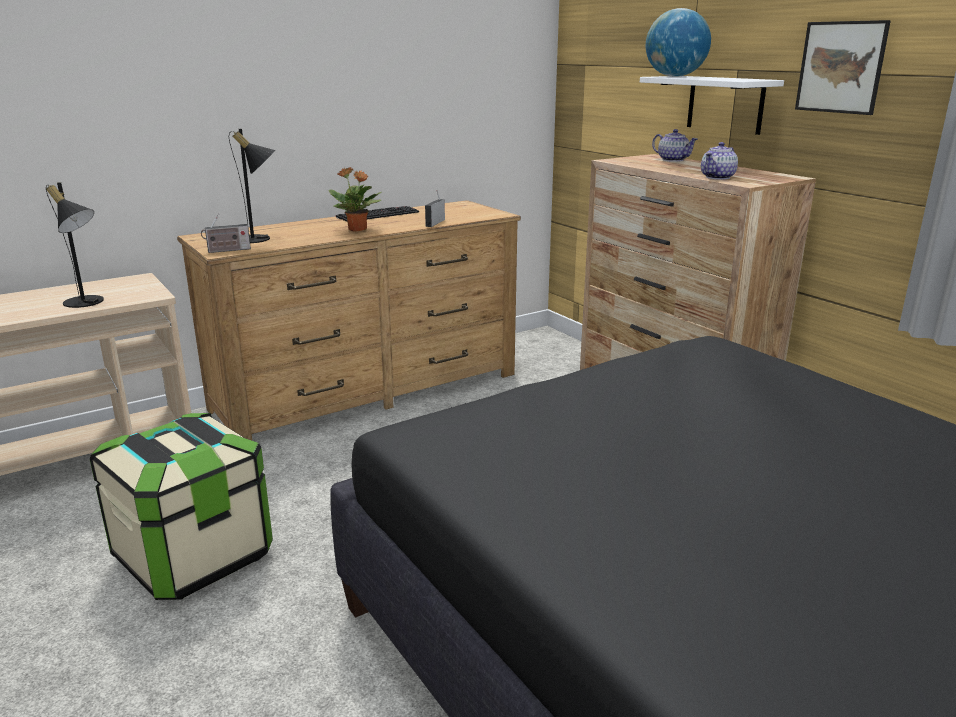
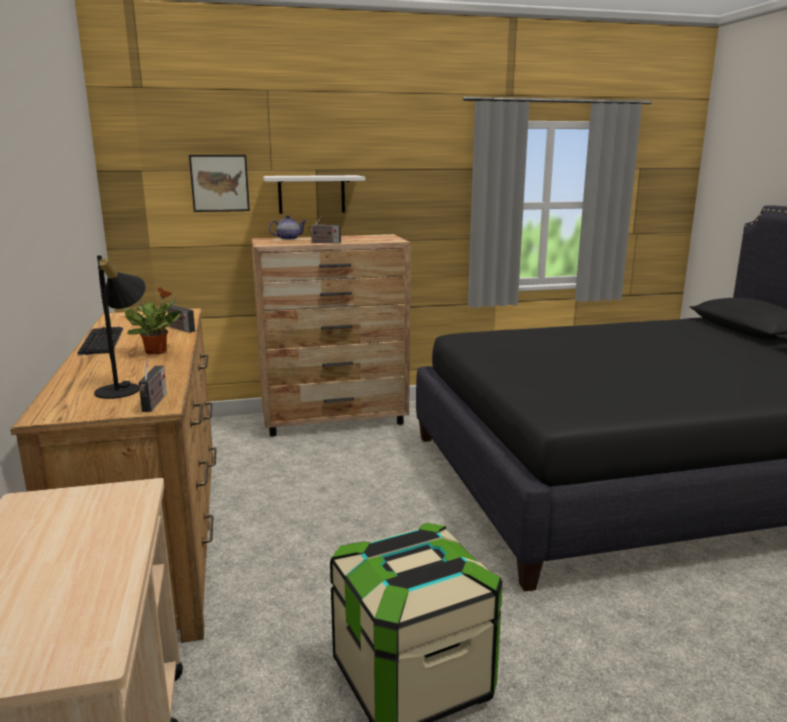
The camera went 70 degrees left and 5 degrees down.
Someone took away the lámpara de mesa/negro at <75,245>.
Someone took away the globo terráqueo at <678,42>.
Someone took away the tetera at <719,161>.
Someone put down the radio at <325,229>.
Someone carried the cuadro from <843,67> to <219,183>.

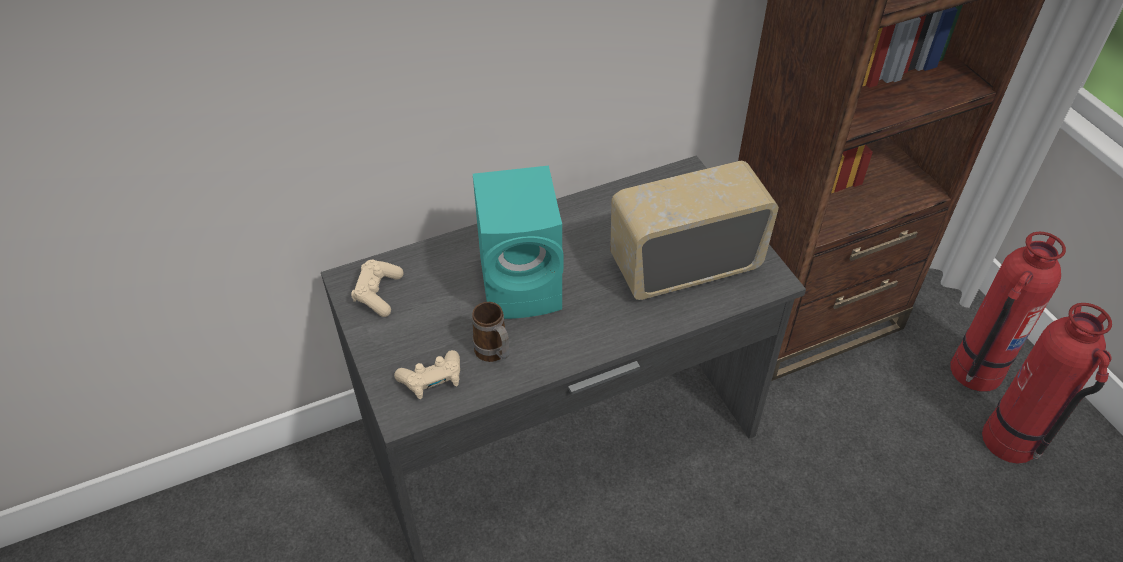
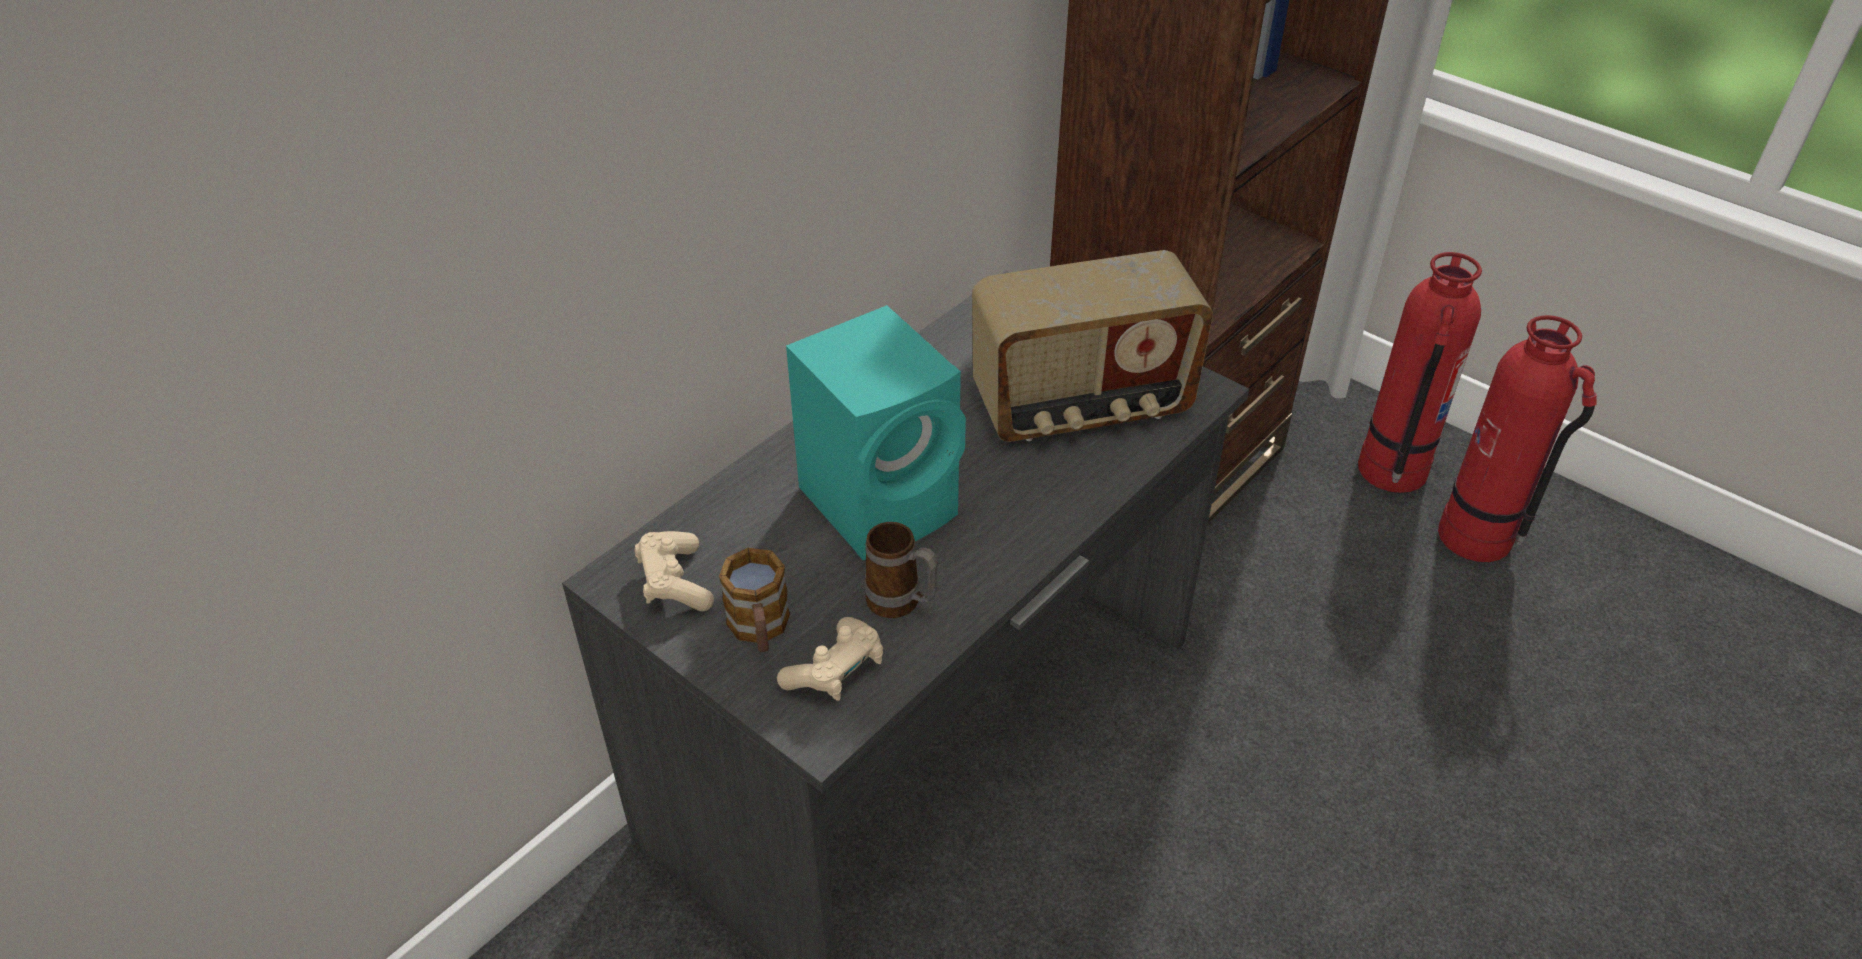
The camera went 25 degrees left and 5 degrees down.
Someone put down the taza grande at <754,600>.
Someone rotated the radio at <694,230> by 150 degrees counterclockwise.

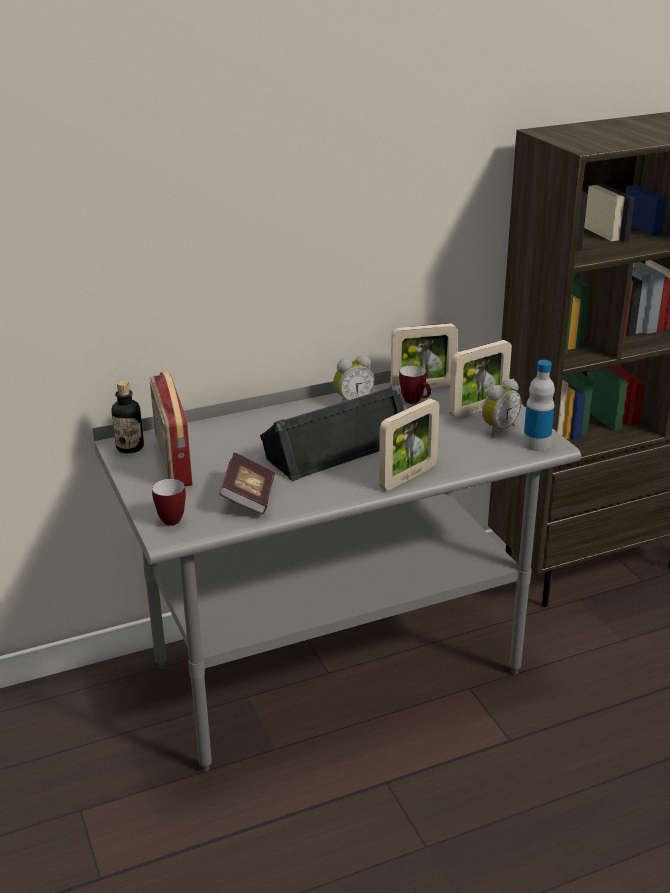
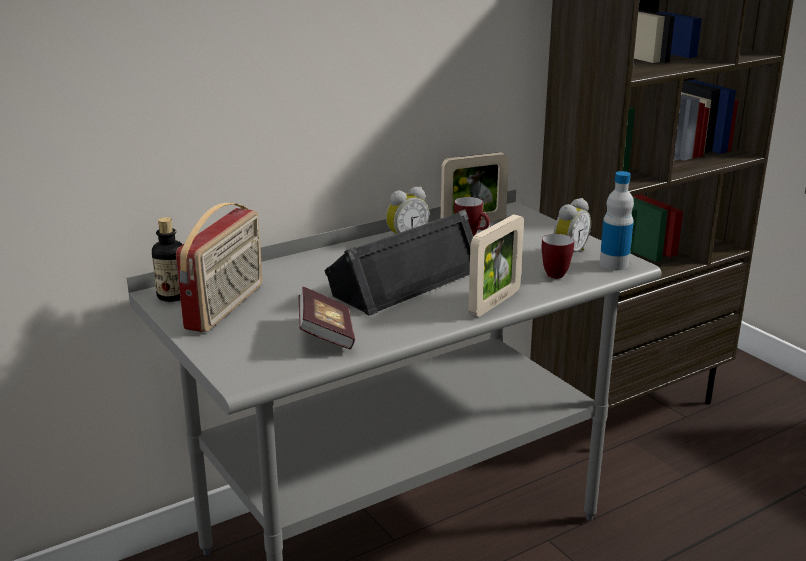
The camera went 10 degrees left and 5 degrees down.
Someone took away the portarretratos at <480,379>.
Someone carried the taza grande from <169,502> to <557,256>.
Someone rotated the radio at <171,428> by 135 degrees counterclockwise.

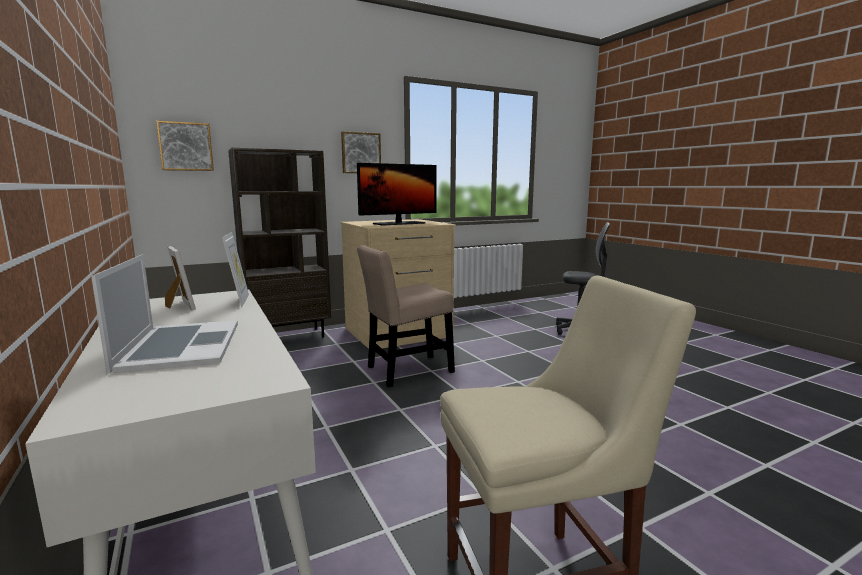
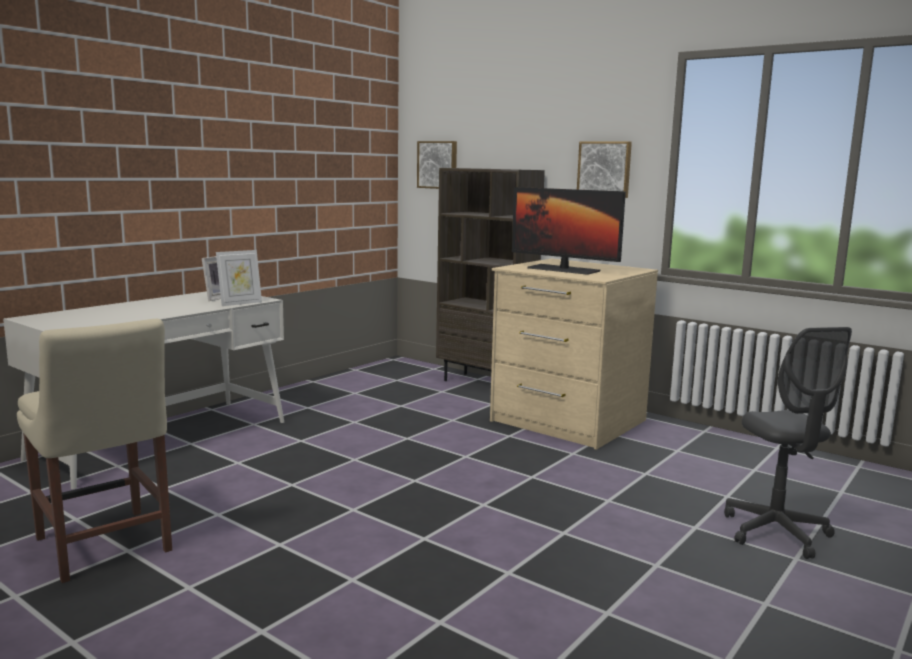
The camera went 65 degrees right and 0 degrees up.
Someone took away the portátil at <164,313>.
Someone took away the silla/beis at <406,316>.

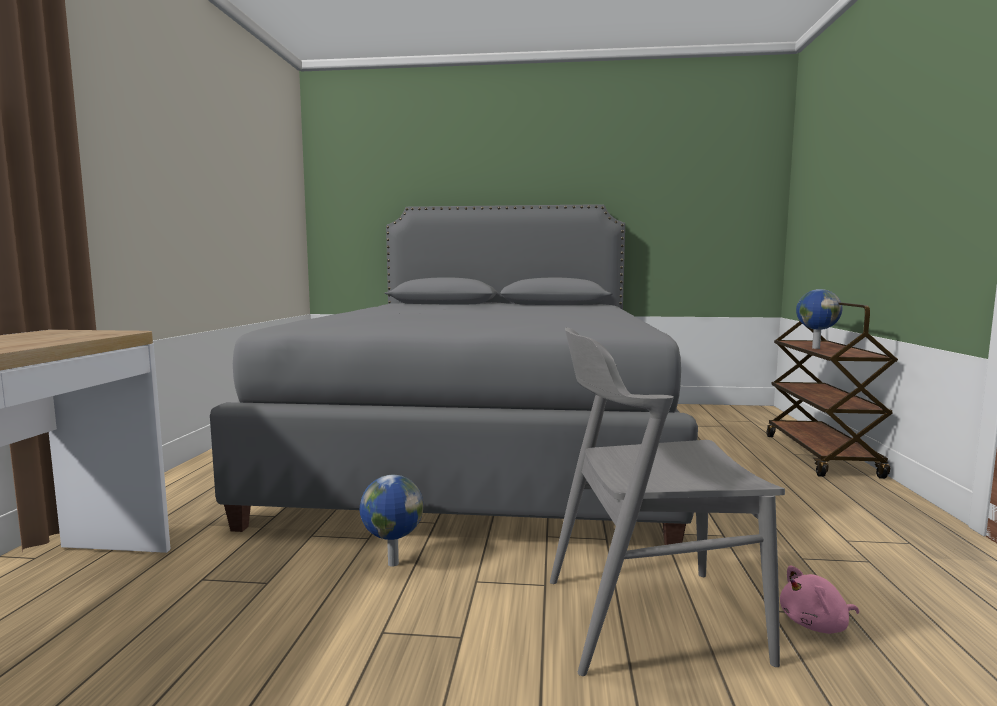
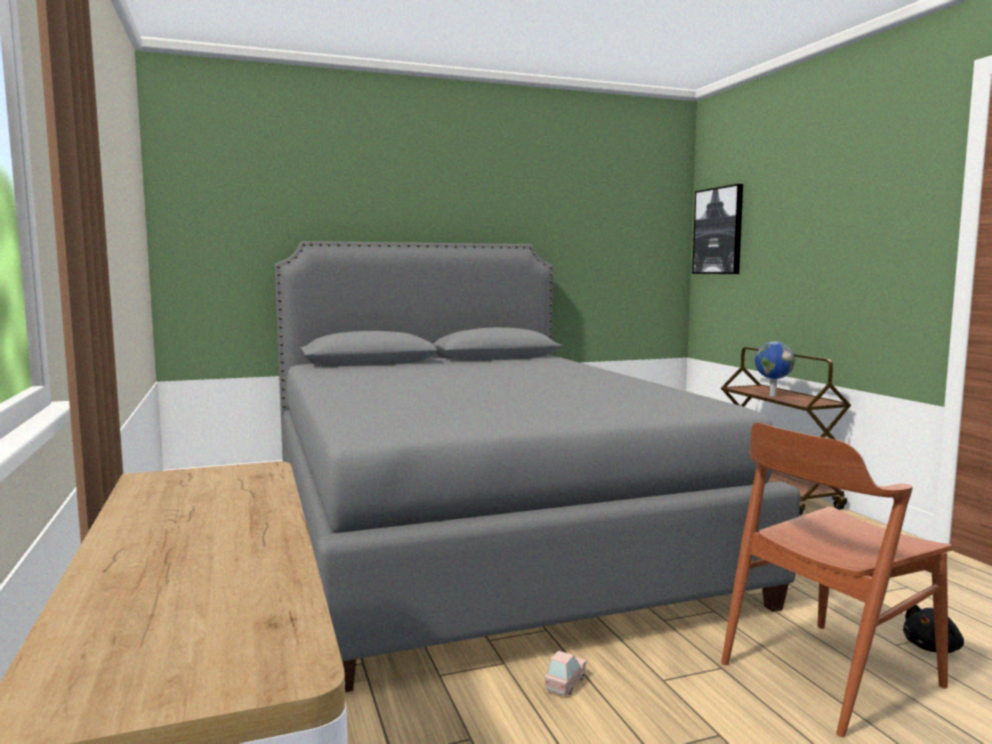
The camera went 25 degrees left and 0 degrees up.
Someone put up the cuadro at <717,229>.
Someone swapped the globo terráqueo at <391,521> for the coche de juguete/rosa at <565,673>.
Someone repainted the silla/gris at <667,502>, which became the silla/marrón at <836,580>.
Someone repainted the peluche/rosa at <819,600>, which became the peluche/negro at <933,629>.

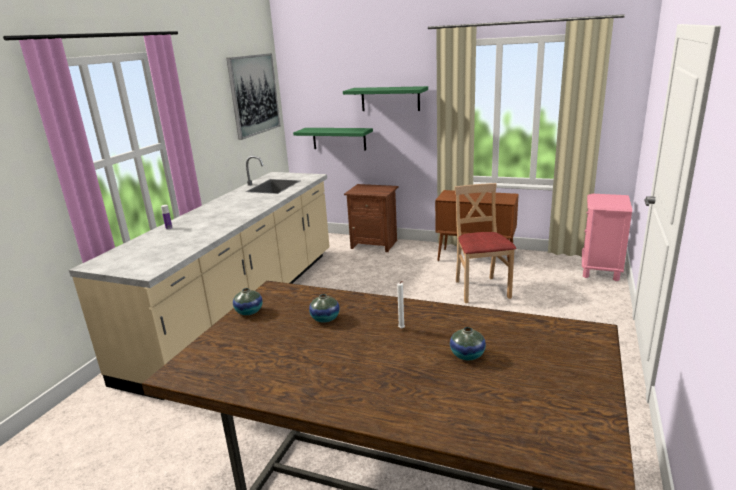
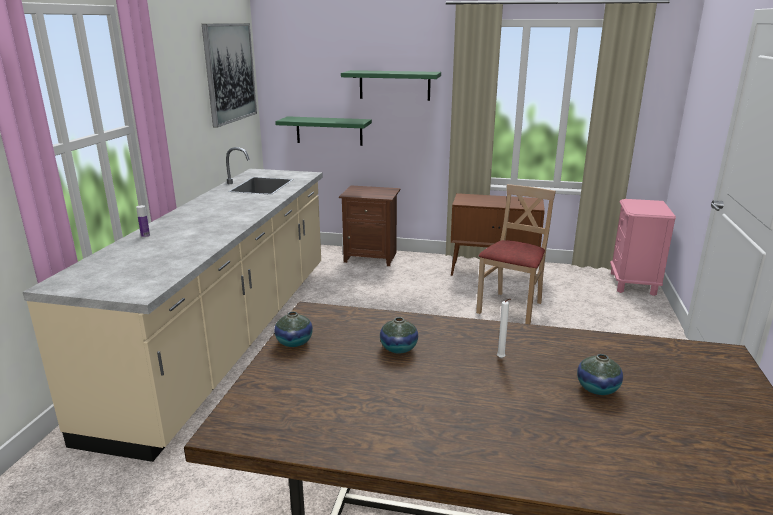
The camera went 10 degrees left and 0 degrees up.
Someone rotated the silla/beis at <485,243> by 45 degrees clockwise.

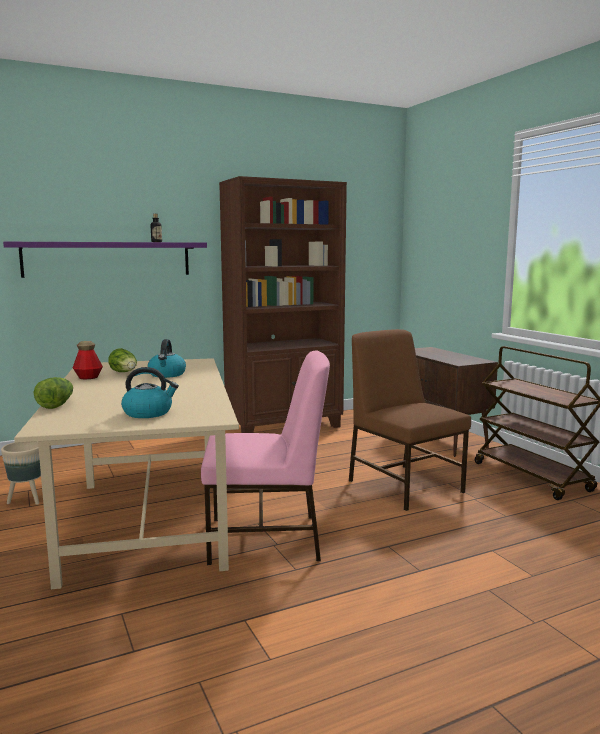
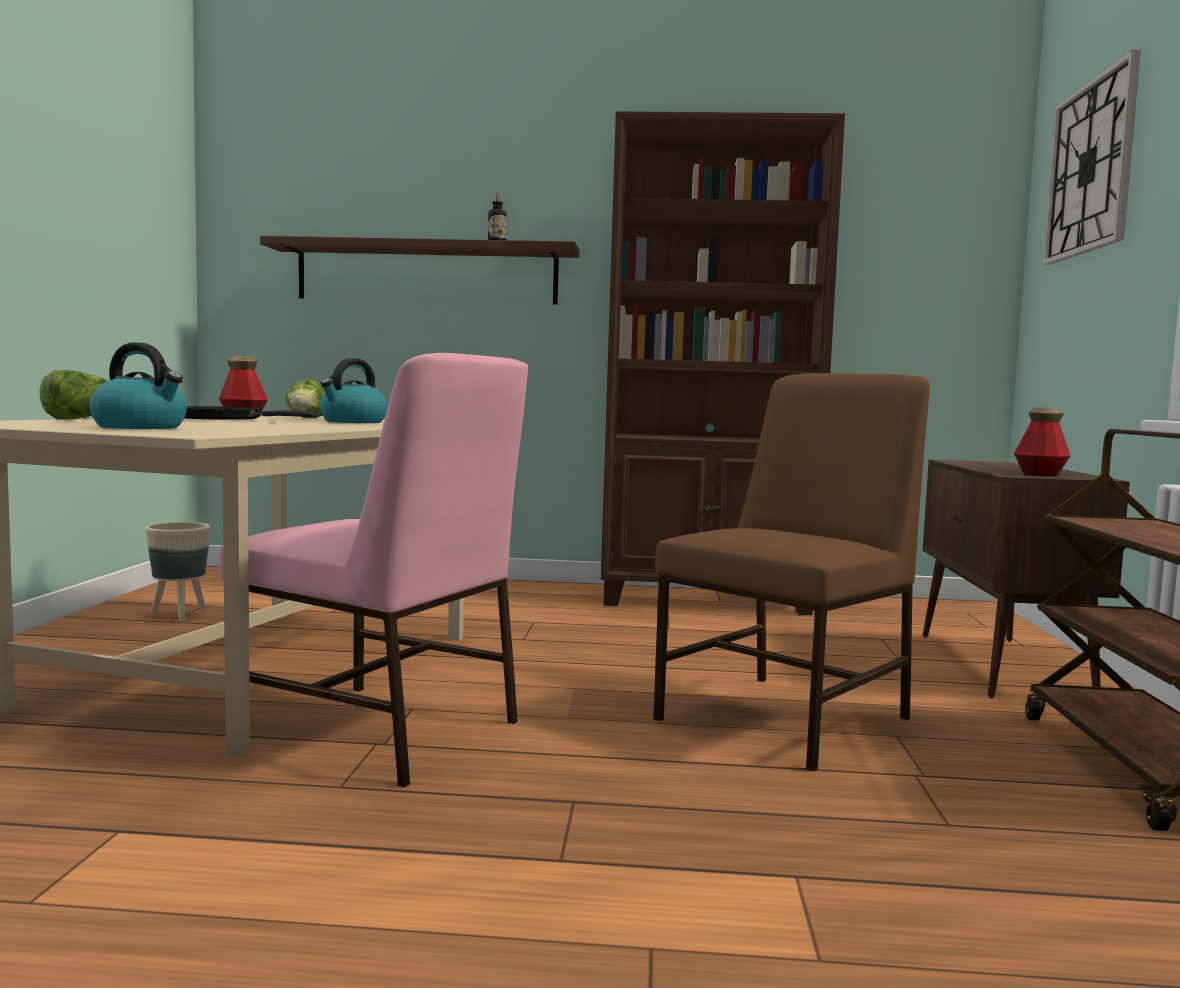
The camera went 30 degrees right and 5 degrees down.
Someone put down the sartén/negro at <250,413>.
Someone put down the botella at <1042,441>.
Someone put up the reloj de pared at <1092,157>.
Someone repainted the estante/morado at <105,260>, which became the estante/marrón at <419,270>.
Someone rotated the silla/marrón at <410,420> by 45 degrees clockwise.

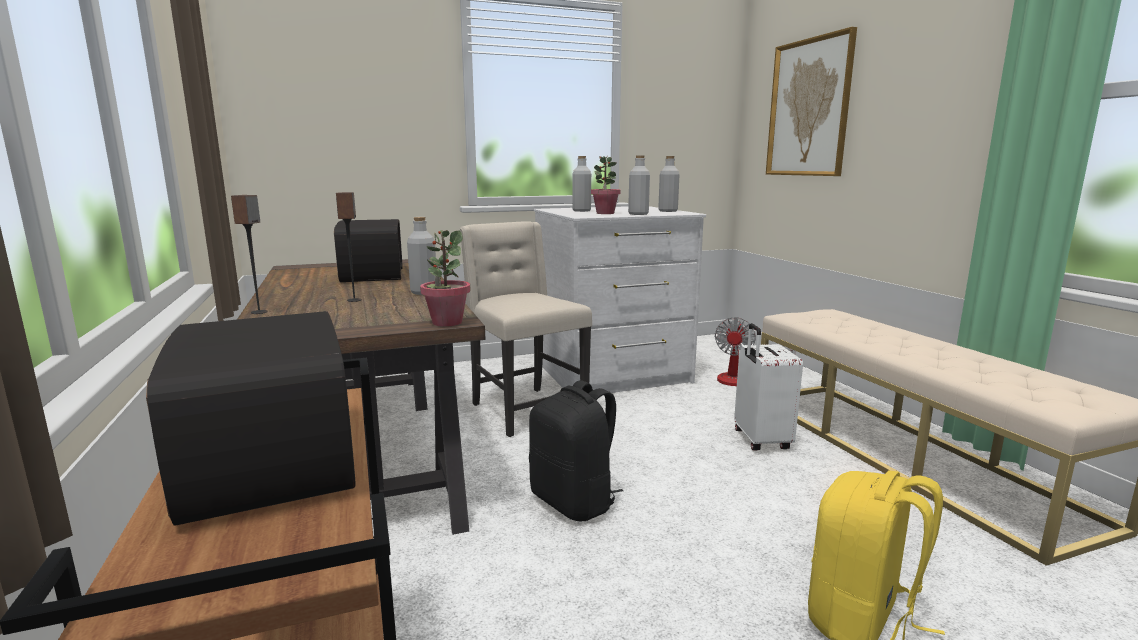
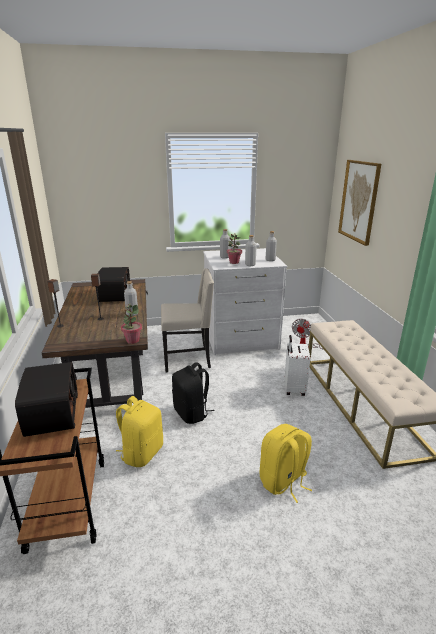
The camera went 10 degrees right and 10 degrees up.
Someone put down the mochila/amarillo at <139,431>.
Someone rotated the silla/beis at <526,329> by 105 degrees clockwise.

